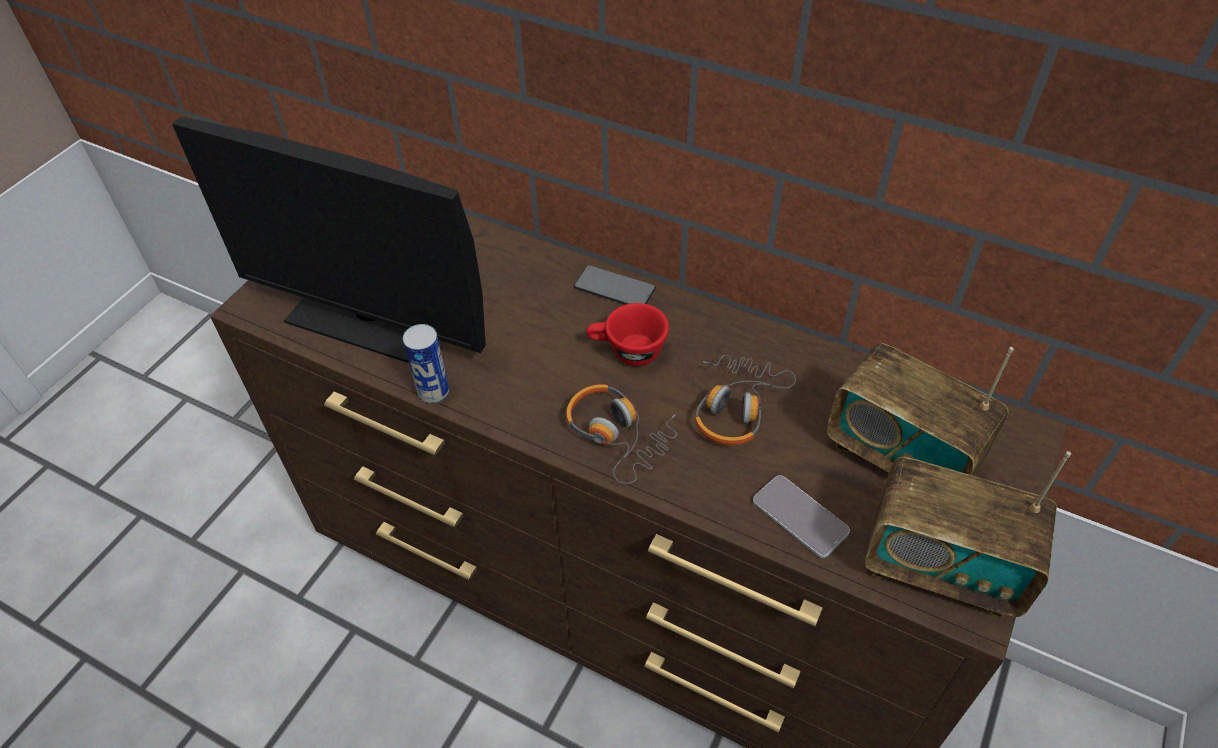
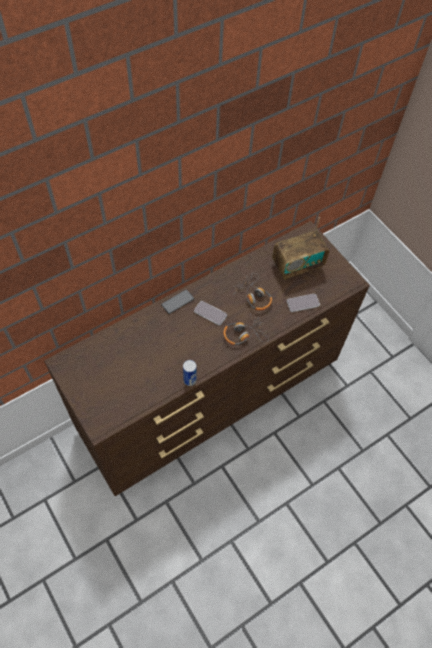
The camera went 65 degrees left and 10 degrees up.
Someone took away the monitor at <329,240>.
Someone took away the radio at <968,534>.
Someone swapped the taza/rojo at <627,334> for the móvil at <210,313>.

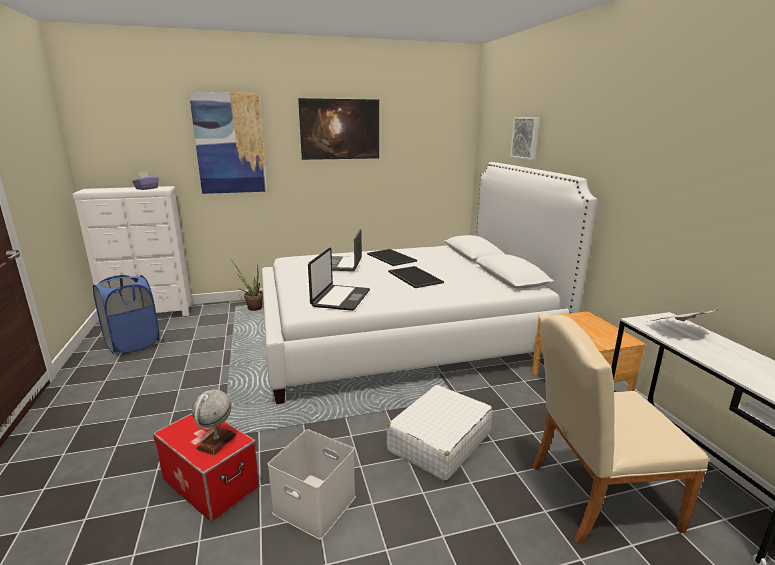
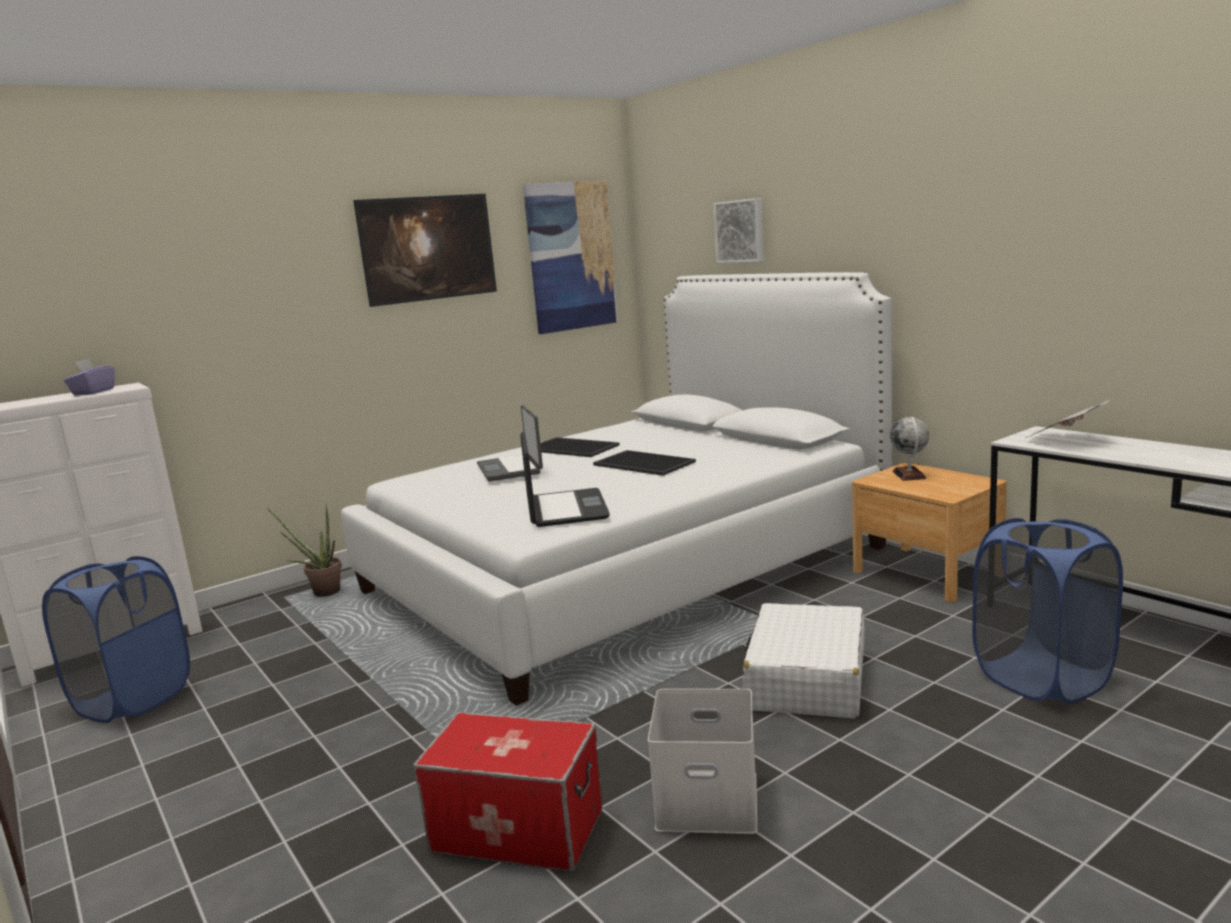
The camera went 20 degrees left and 5 degrees down.
Someone carried the cuadro from <228,143> to <570,257>.
Someone carried the globo terráqueo from <214,422> to <909,449>.
Someone swapped the silla/beis at <620,428> for the cesto de la ropa/azul at <1047,611>.

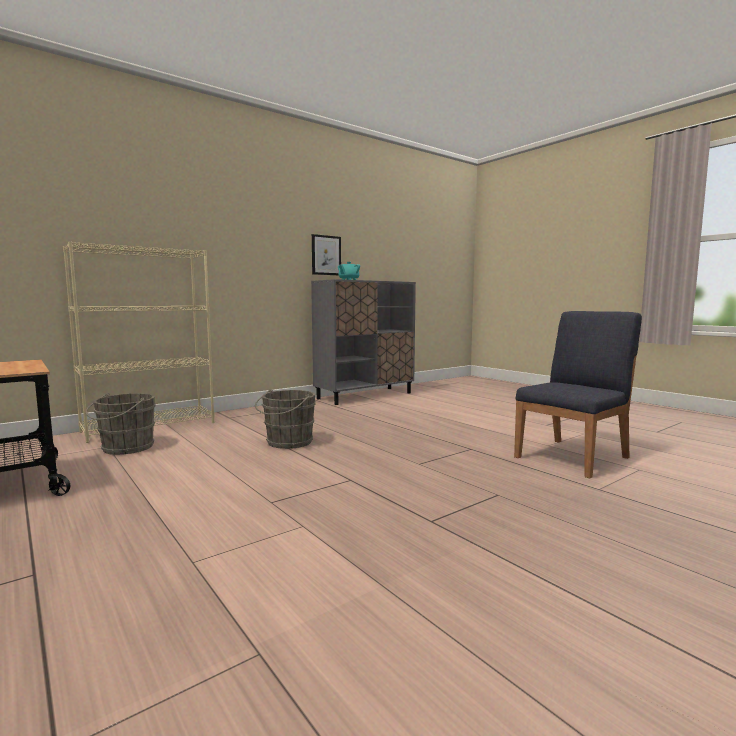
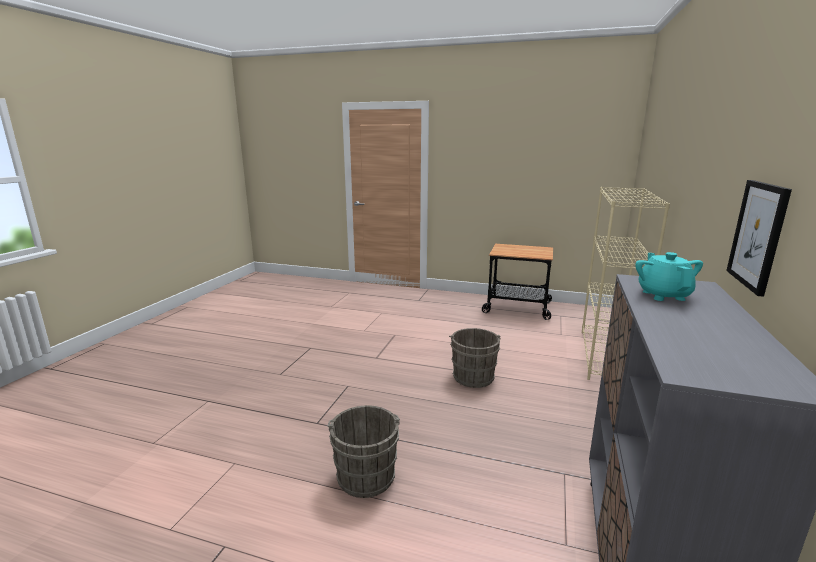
The camera went 145 degrees right and 10 degrees up.
Someone took away the silla/azul at <578,394>.
Someone carried the cubo/gris from <121,424> to <364,452>.

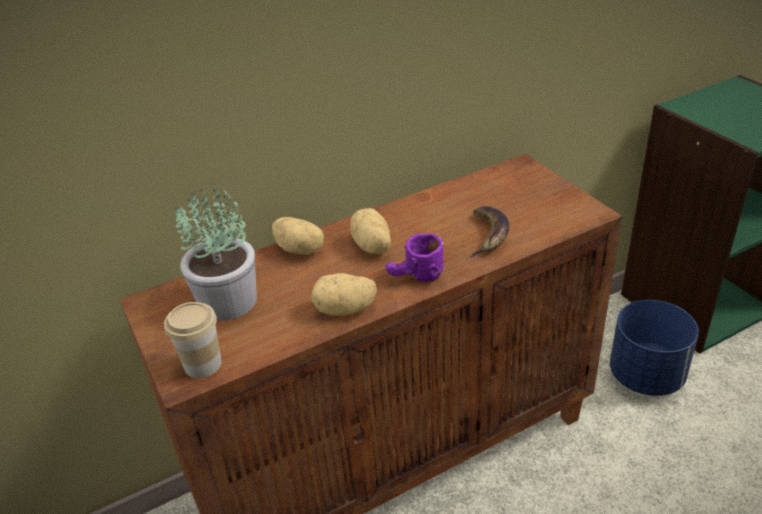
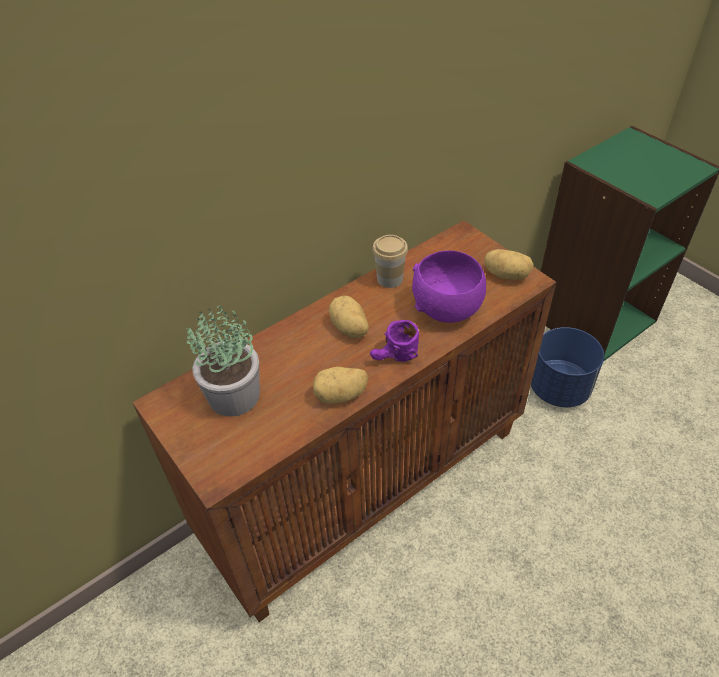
The camera went 10 degrees left and 10 degrees up.
Someone carried the taza from <193,340> to <390,261>.
Someone carried the patata from <298,236> to <508,264>.
Someone swapped the plátano at <488,232> for the cuenco/morado at <449,286>.

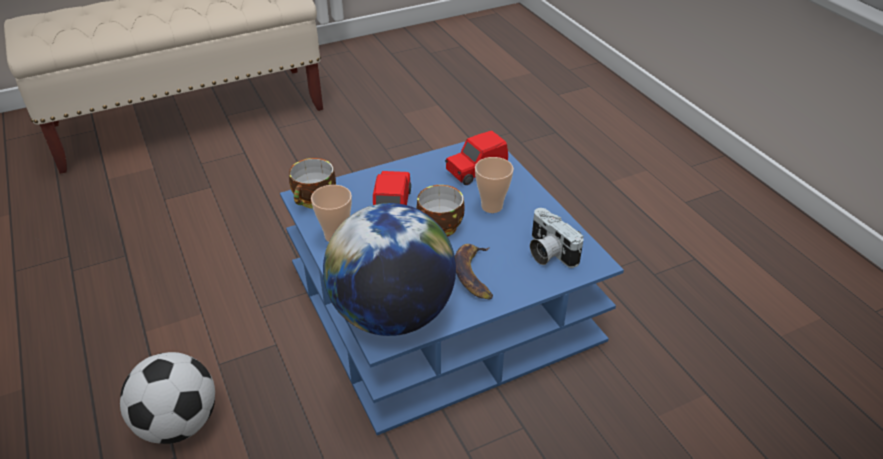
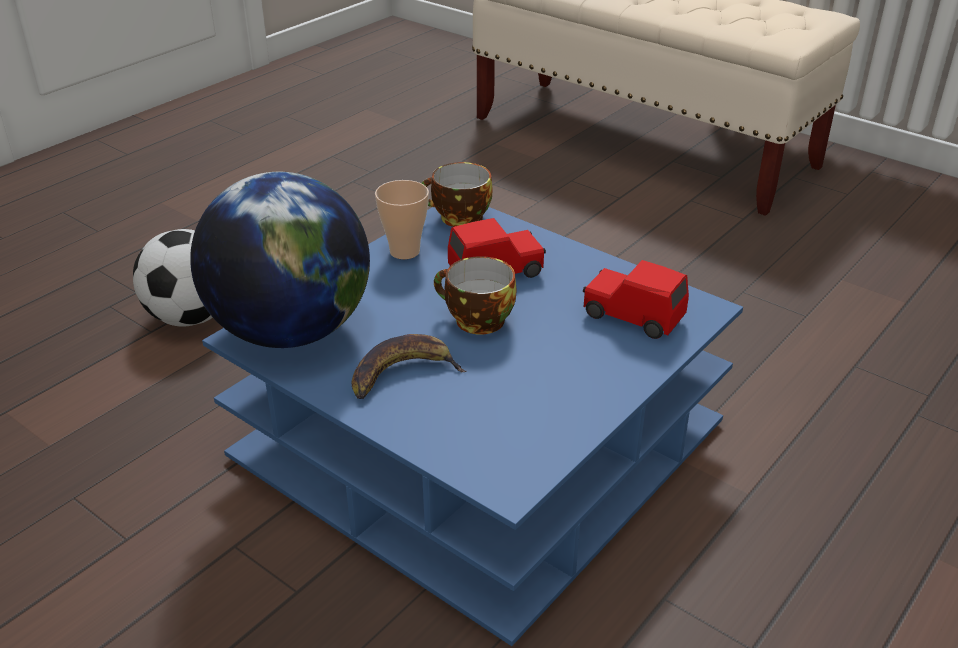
The camera went 65 degrees right and 5 degrees down.
Someone took away the taza at <494,185>.
Someone took away the cámara at <557,238>.

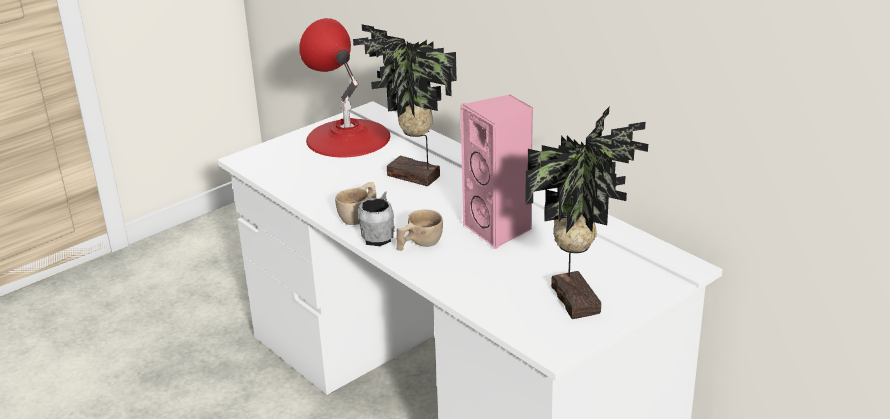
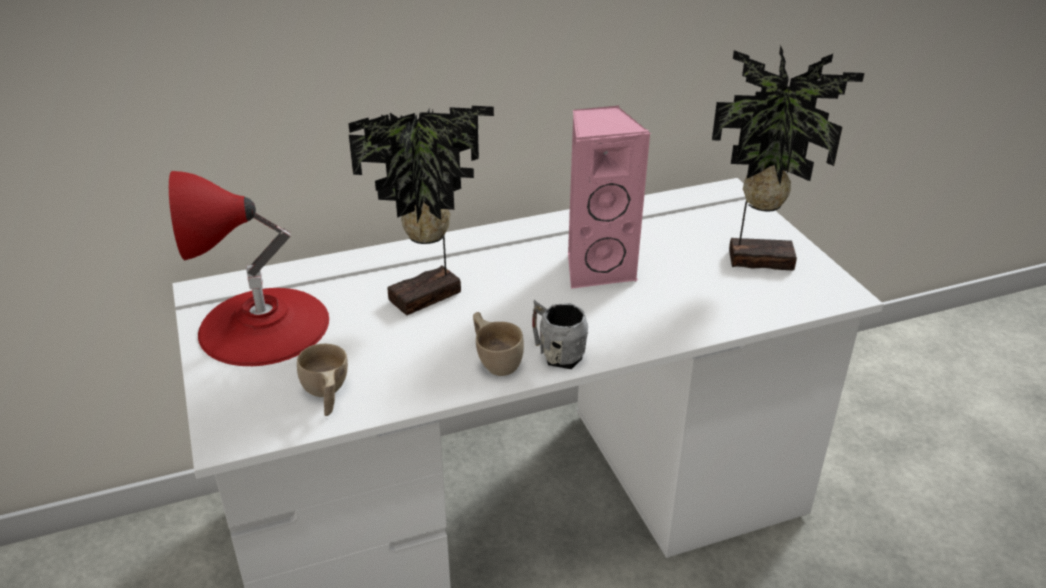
The camera went 70 degrees left and 5 degrees up.
Someone carried the taza/beis from <419,230> to <322,380>.

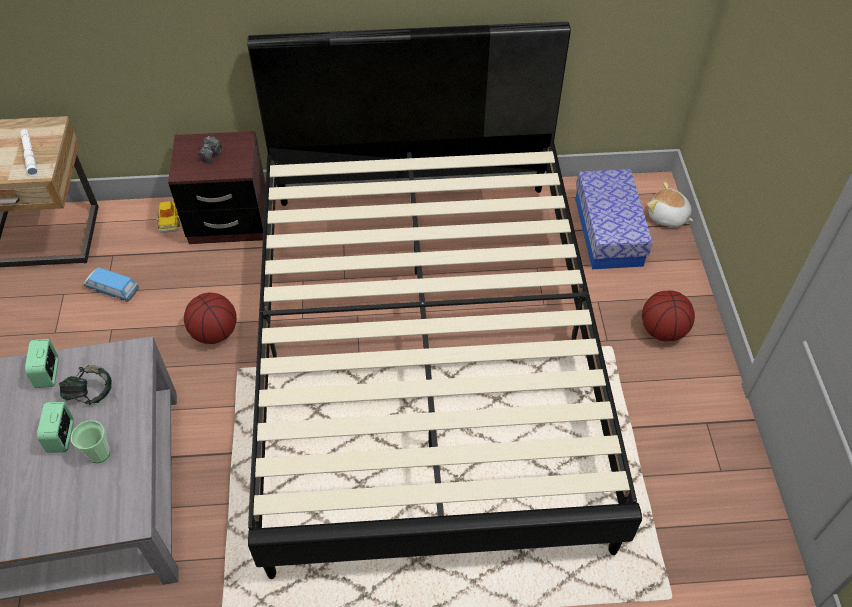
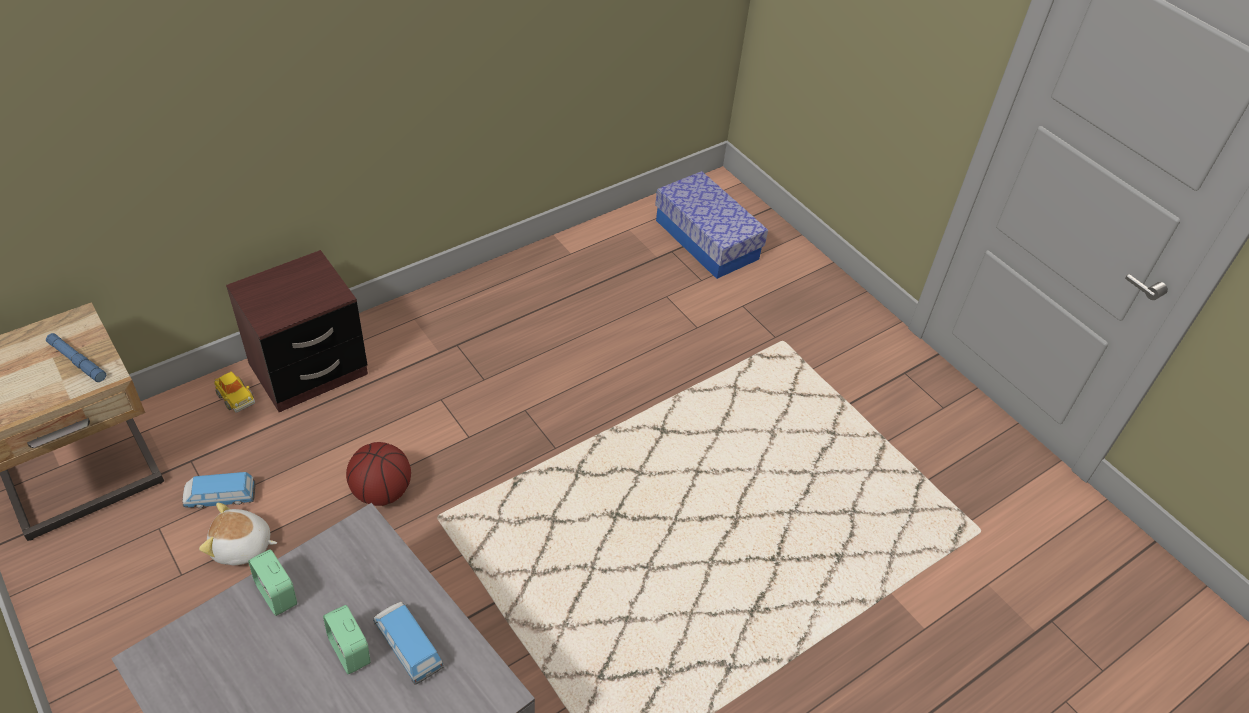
The camera went 35 degrees left and 5 degrees down.
Someone took away the auriculares at <85,385>.
Someone took away the cámara at <210,150>.
Someone took away the cama/negro at <444,300>.
Someone took away the balón de baloncesto at <668,315>.
Someone carried the peluche from <670,204> to <238,534>.
Someone swapped the taza at <90,441> for the coche de juguete at <408,643>.
Someone repainted the linterna/blanco at <28,152>, which became the linterna/azul at <76,357>.

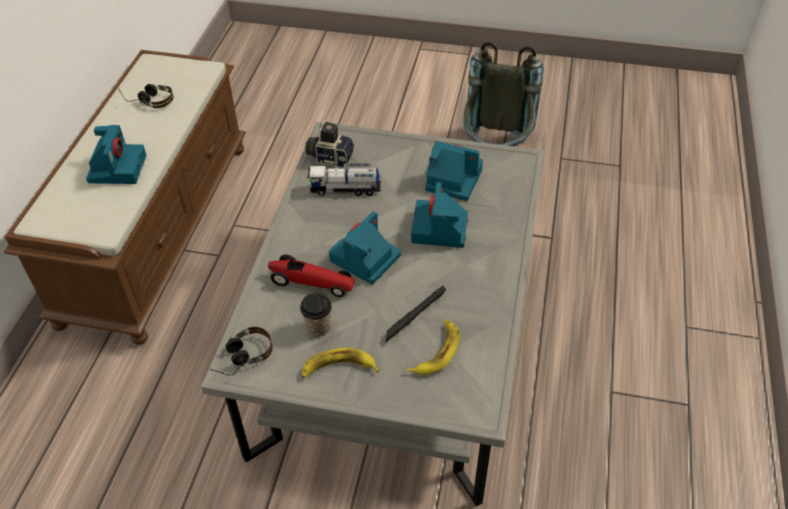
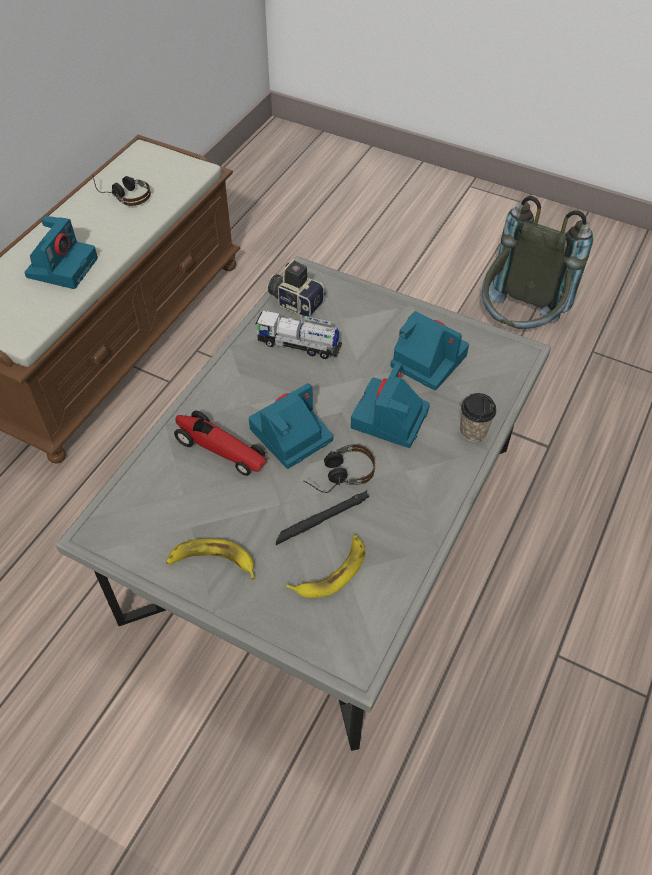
The camera went 15 degrees right and 5 degrees up.
Someone carried the auriculares from <241,351> to <339,468>.
Someone carried the taza from <316,315> to <478,417>.

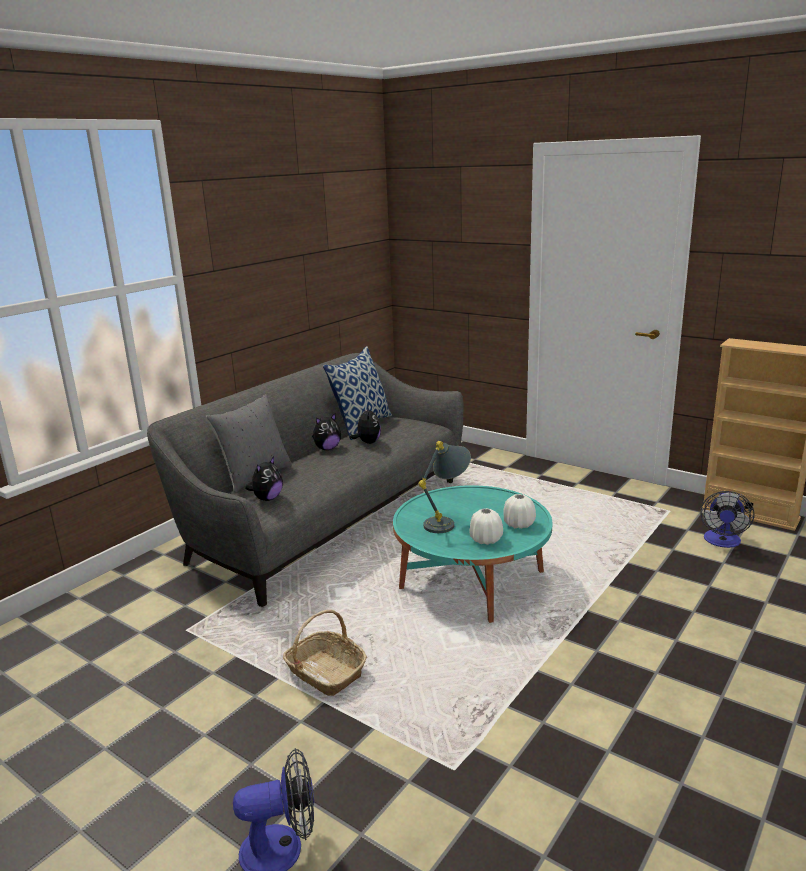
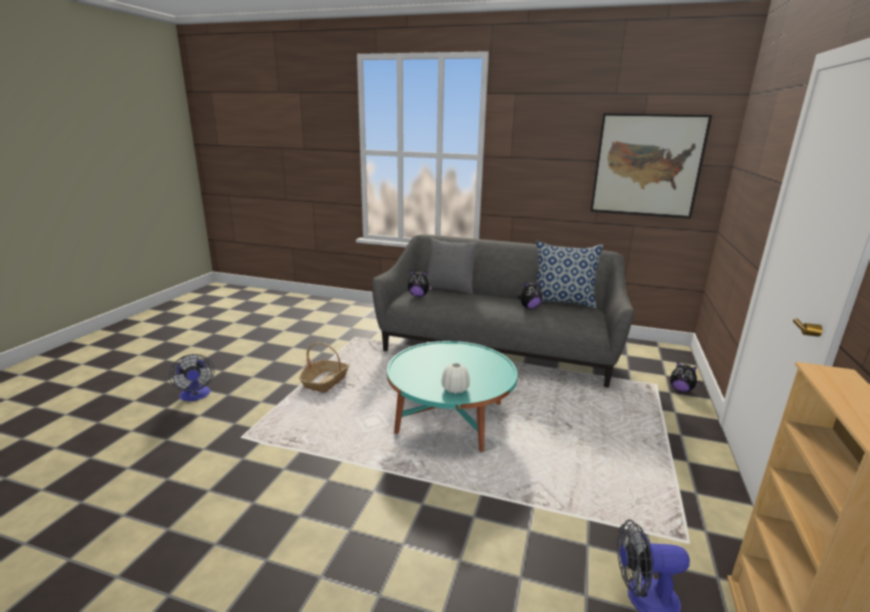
The camera went 70 degrees right and 0 degrees up.
Someone took away the lámpara de mesa/gris at <444,487>.
Someone took away the florero/blanco at <486,526>.
Someone put up the cuadro at <651,166>.
Someone carried the peluche from <326,431> to <685,376>.

